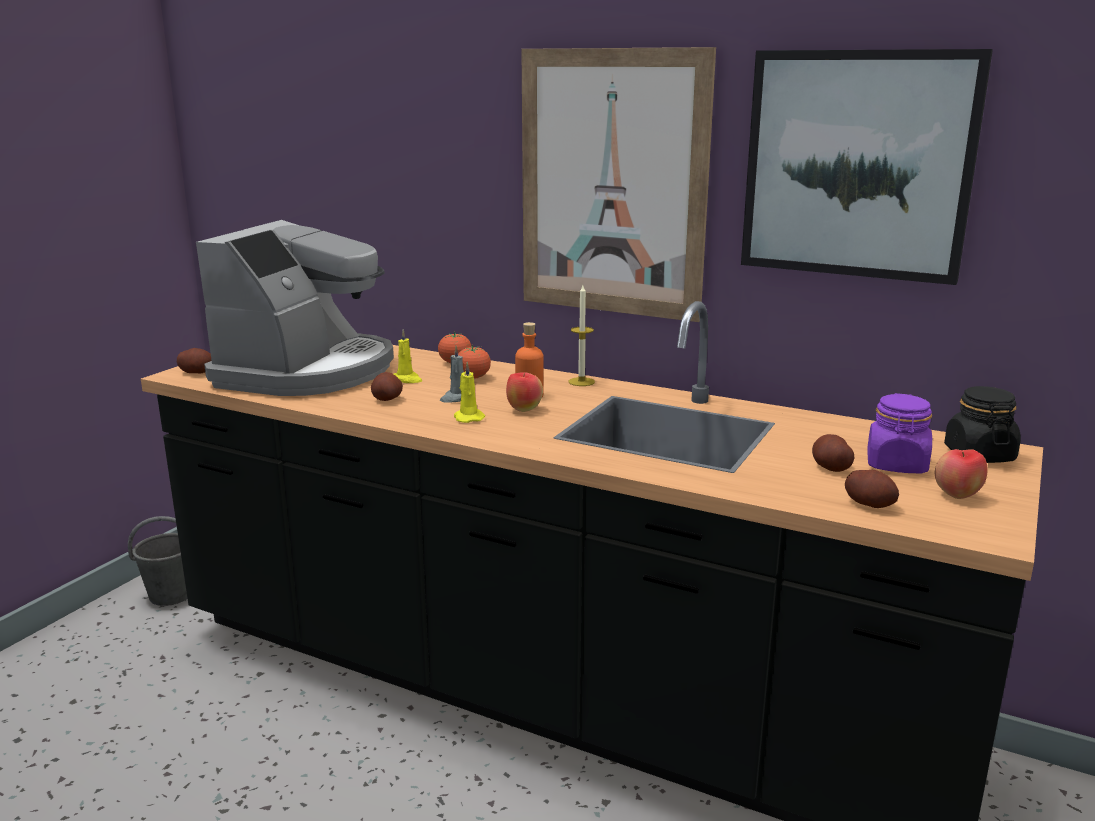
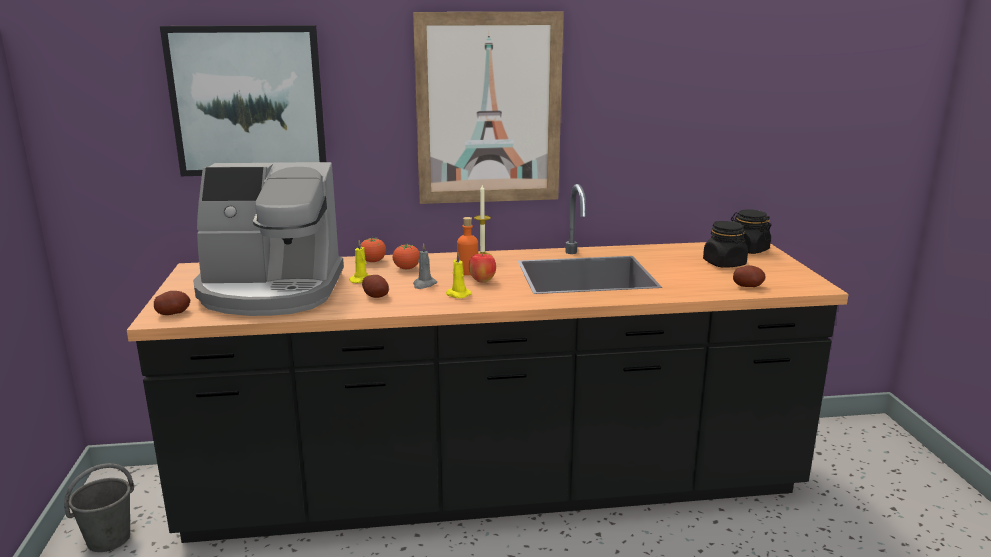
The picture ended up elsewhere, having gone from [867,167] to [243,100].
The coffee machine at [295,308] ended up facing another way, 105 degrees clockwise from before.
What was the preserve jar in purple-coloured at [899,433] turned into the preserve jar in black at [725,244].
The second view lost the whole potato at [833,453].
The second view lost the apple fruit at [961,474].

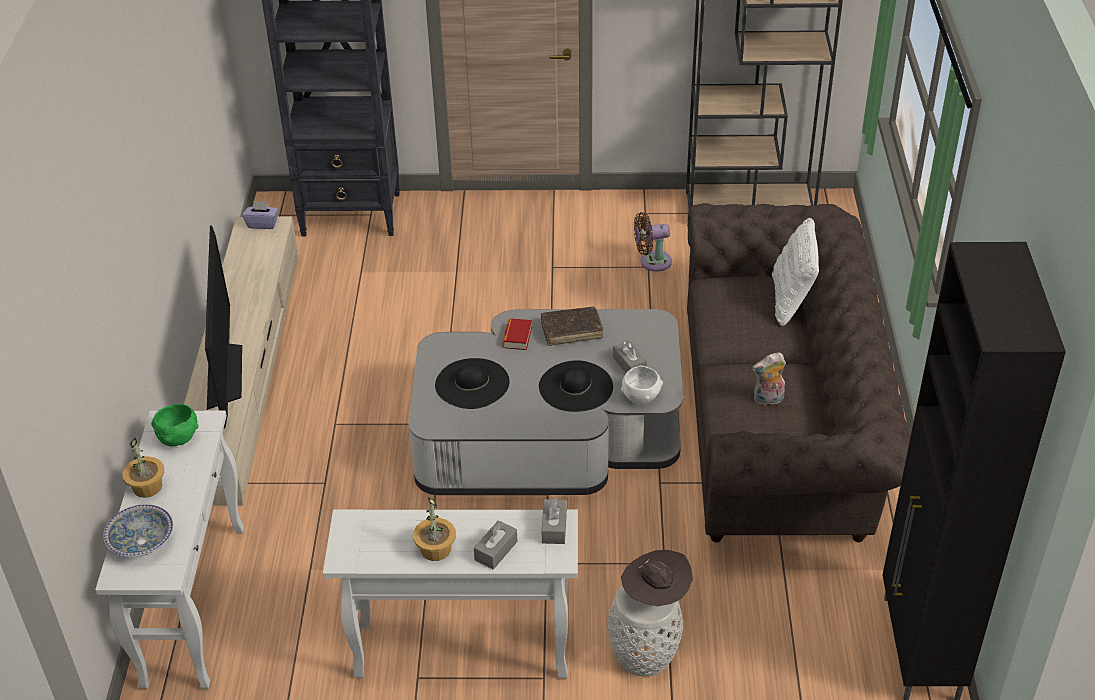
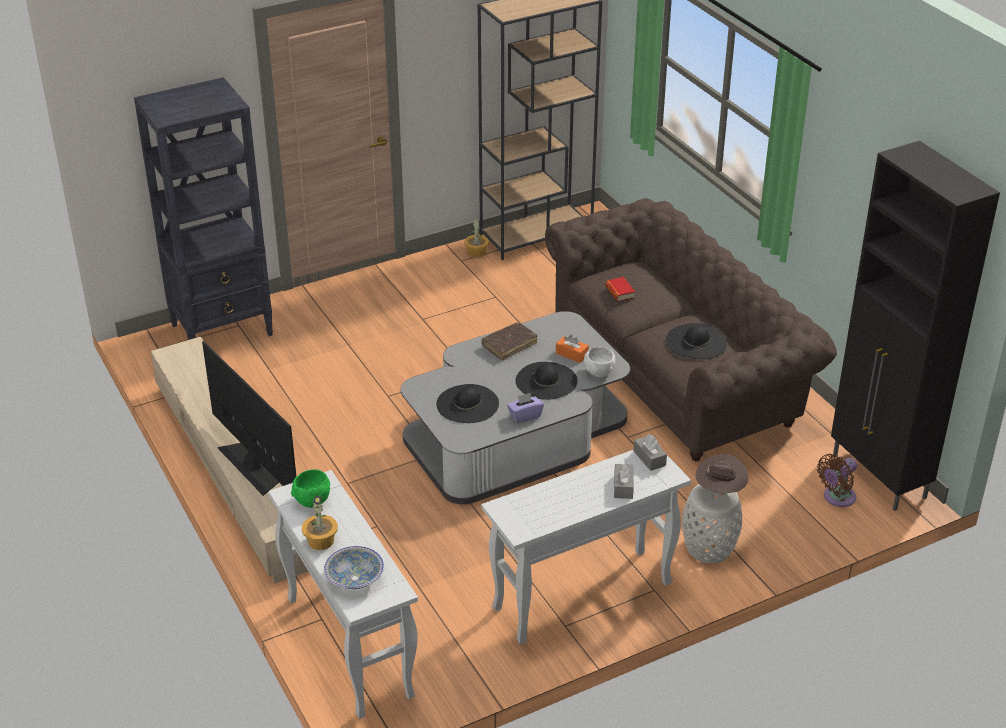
The tissue holder in purple-coloured ended up elsewhere, having gone from [260,215] to [525,408].
The fan in brownish ended up elsewhere, having gone from [653,242] to [837,480].
The second view lost the throw pillow in white at [795,272].
The book ended up elsewhere, having gone from [517,334] to [620,289].
What was the tissue holder in greyish at [630,356] turned into the tissue holder in orangey at [572,349].
Where the plush toy stood at [769,379], the clothing hat in black came to stand at [696,341].
The houseplant ended up elsewhere, having gone from [434,529] to [476,238].

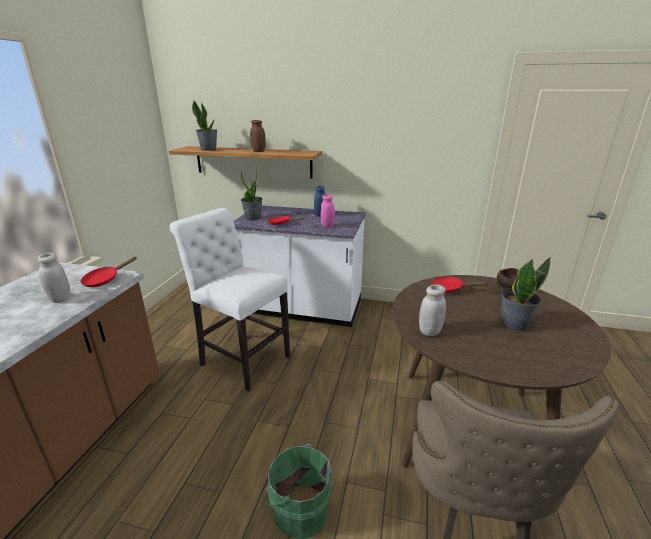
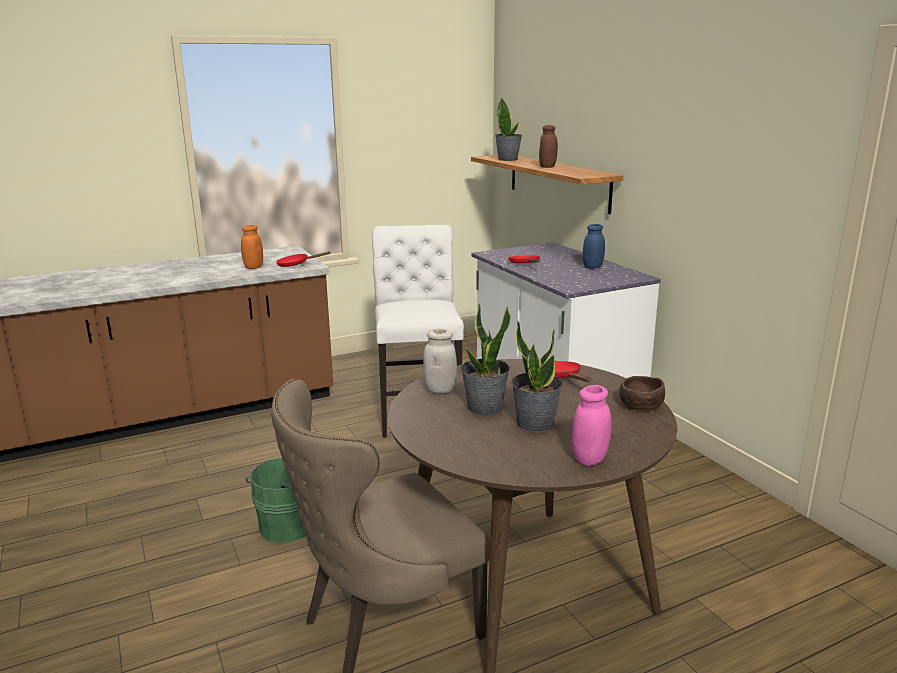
The houseplant ended up elsewhere, having gone from [252,194] to [486,359].
The preserve jar in pink ended up elsewhere, having gone from [328,211] to [591,425].
What was the preserve jar in white at [54,278] turned into the preserve jar in orangey at [252,247].

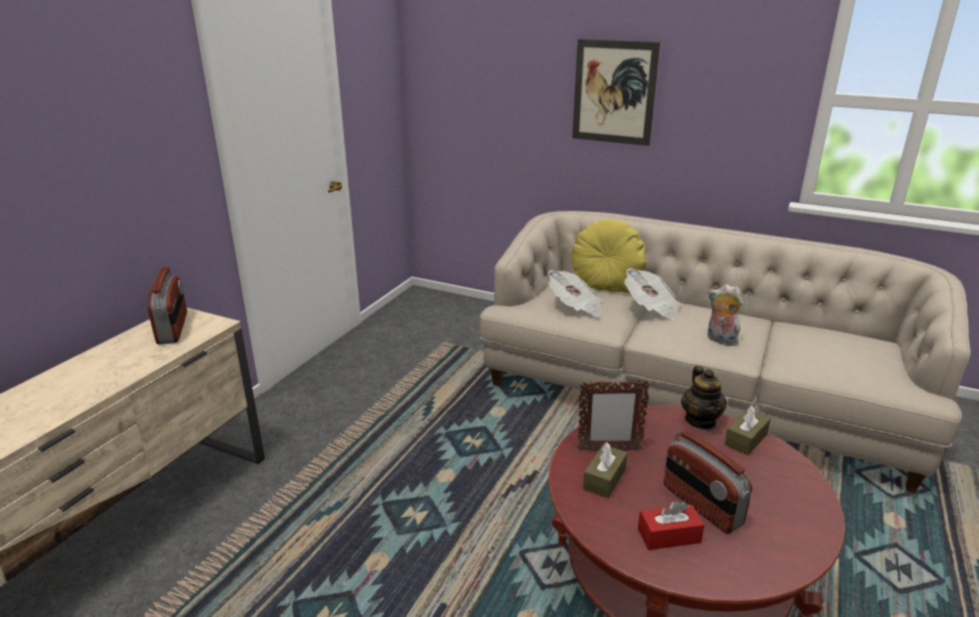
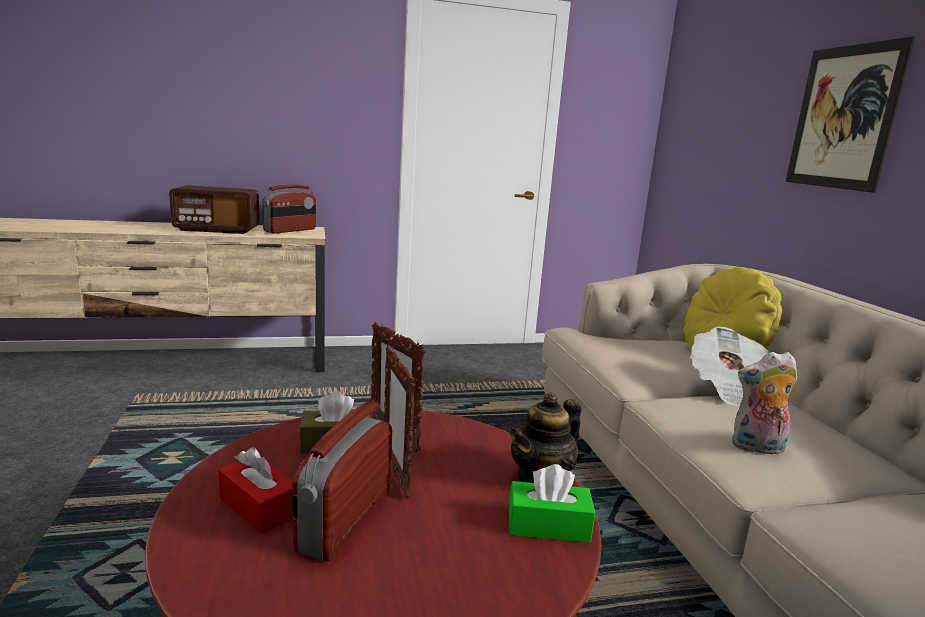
The second view lost the daily paper at [575,293].
The plush toy at [725,315] ended up facing another way, 90 degrees counterclockwise from before.
What was the tissue holder in brownish at [747,430] turned into the tissue holder in green at [552,503].
The second view gained the radio set at [214,209].
The second view gained the standing frame at [400,422].

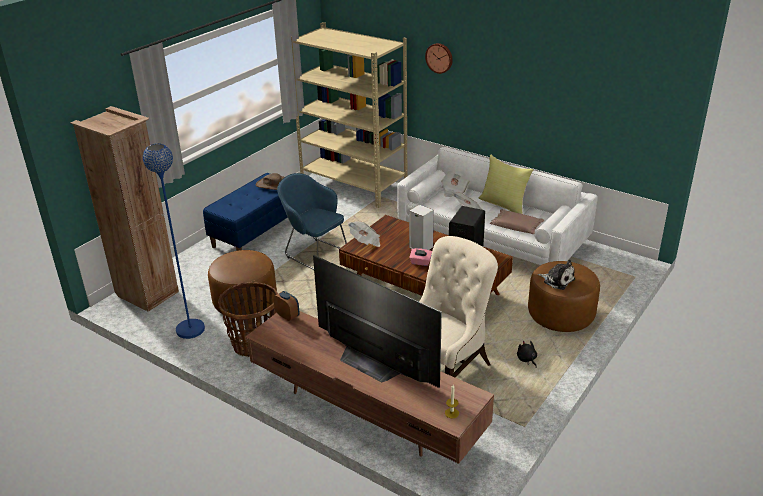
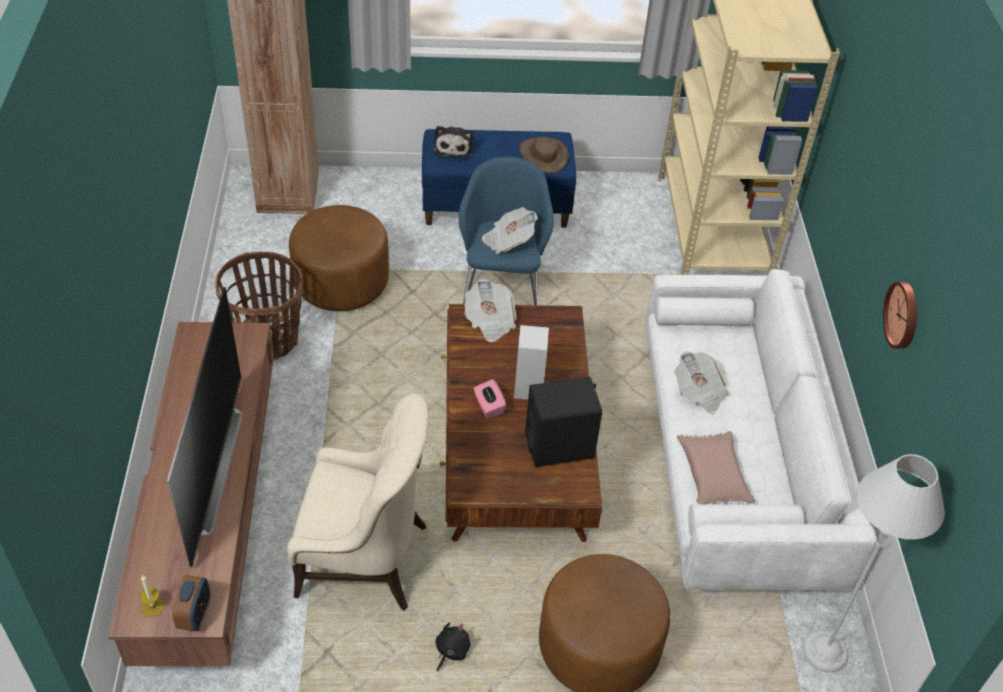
The hanging clock ended up elsewhere, having gone from [439,58] to [900,315].
The second view lost the floor lamp in blue at [174,241].
The second view lost the throw pillow in yellow at [506,184].
The daily paper ended up elsewhere, having gone from [456,184] to [510,230].
The plush toy ended up elsewhere, having gone from [556,275] to [453,142].
The alarm clock ended up elsewhere, having gone from [286,306] to [191,603].
The second view gained the floor lamp in greyish at [873,563].

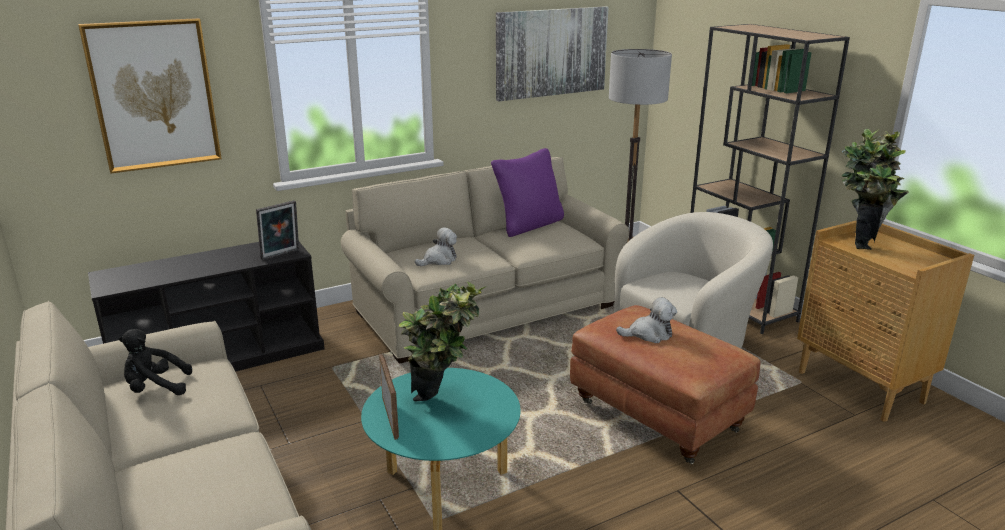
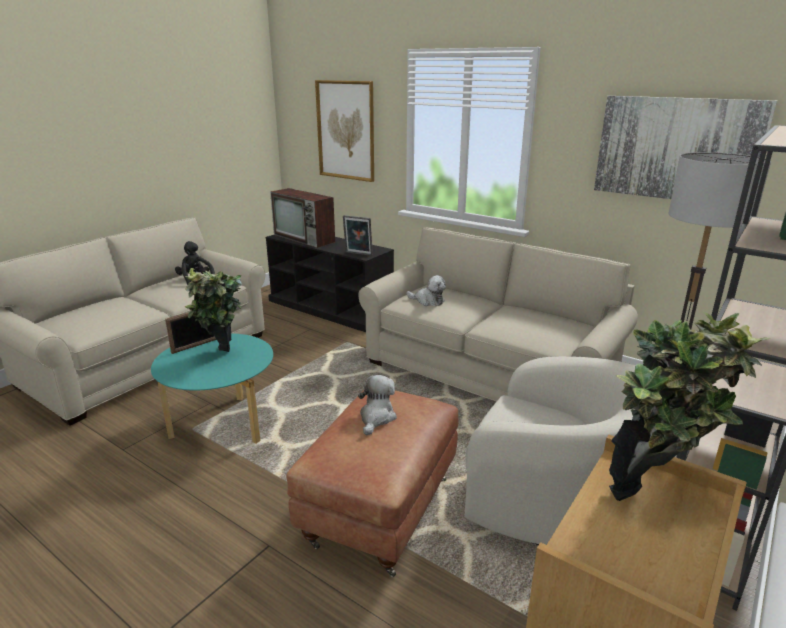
The second view lost the throw pillow in purple-coloured at [527,192].
The plush toy at [646,320] ended up facing another way, 135 degrees counterclockwise from before.
The second view gained the TV at [302,218].

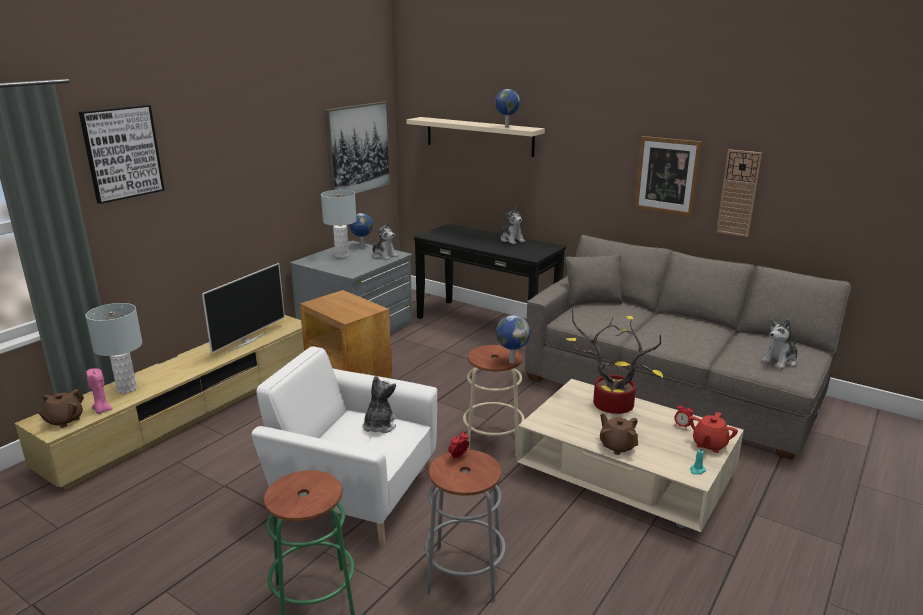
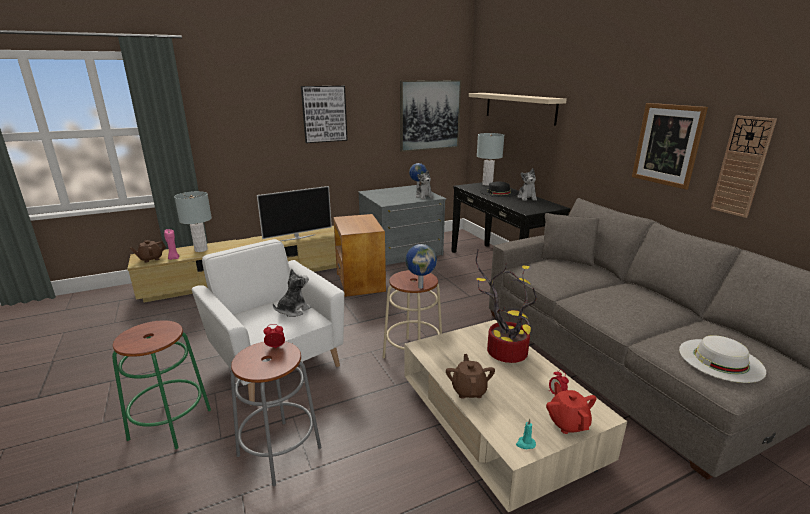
The second view lost the globe at [507,108].
The picture ended up elsewhere, having gone from [121,154] to [324,114].
The table lamp in greyish ended up elsewhere, having gone from [339,224] to [490,159].
Where the plush toy stood at [779,344], the clothing hat in white came to stand at [722,359].
The teapot in red-coloured at [713,432] ended up facing another way, 105 degrees clockwise from before.
The second view gained the clothing hat in black at [499,189].

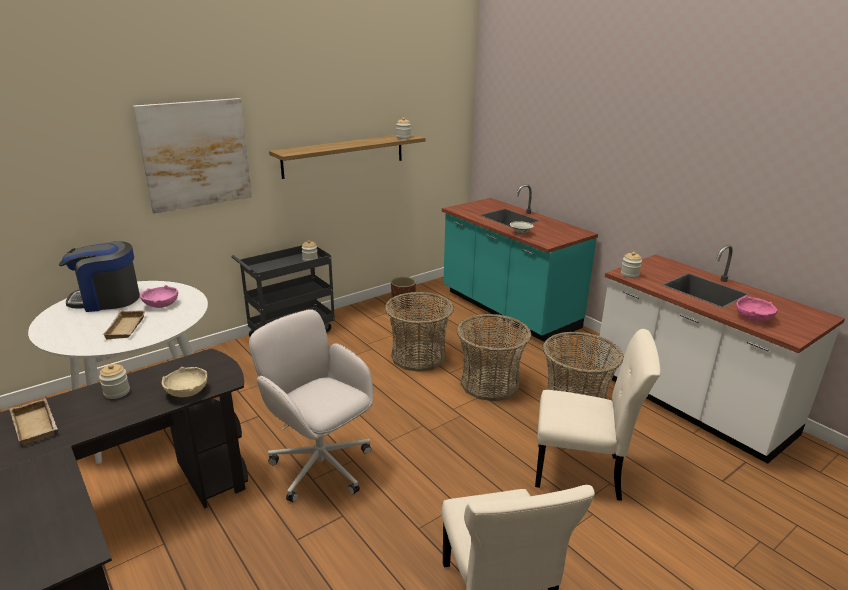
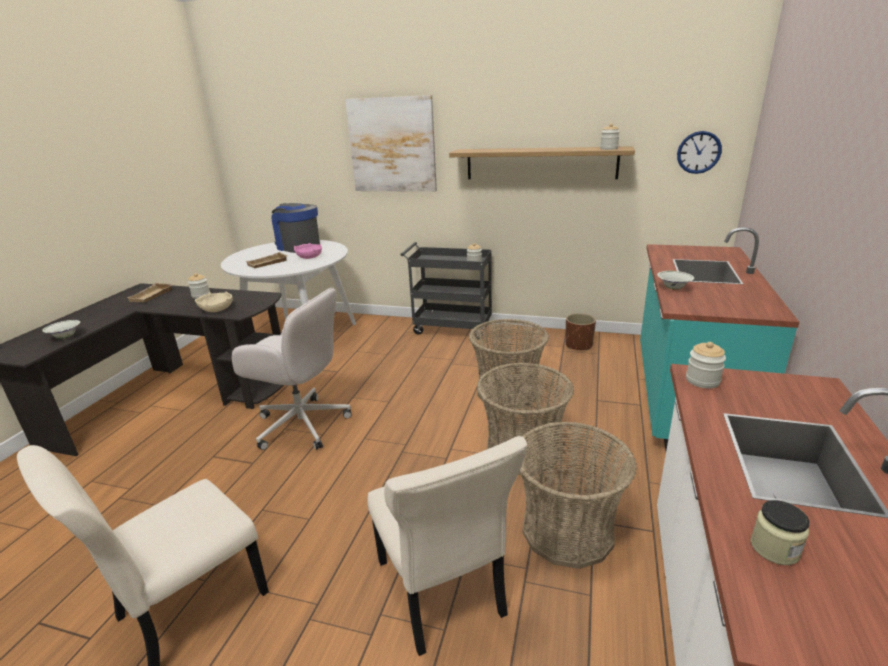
Where the deep dish in pink stood at [756,309], the preserve jar came to stand at [780,532].
The computer chair in white at [311,405] ended up facing another way, 105 degrees clockwise from before.
The second view gained the hanging clock at [699,152].
The second view gained the deep dish in white at [61,329].

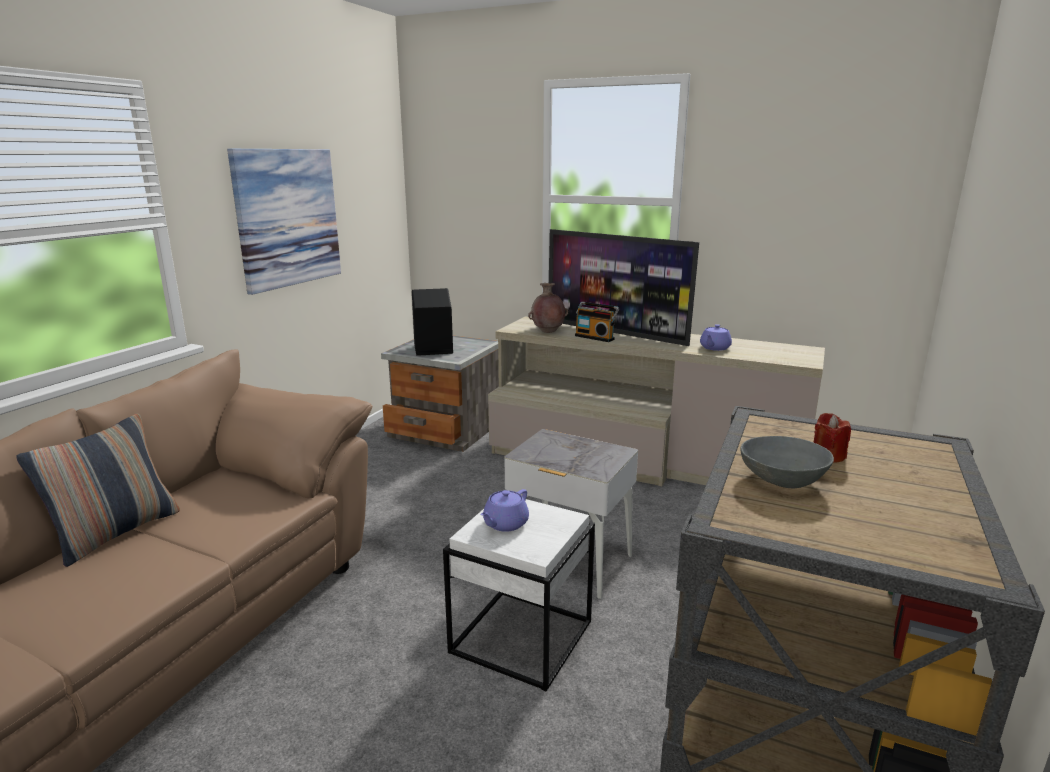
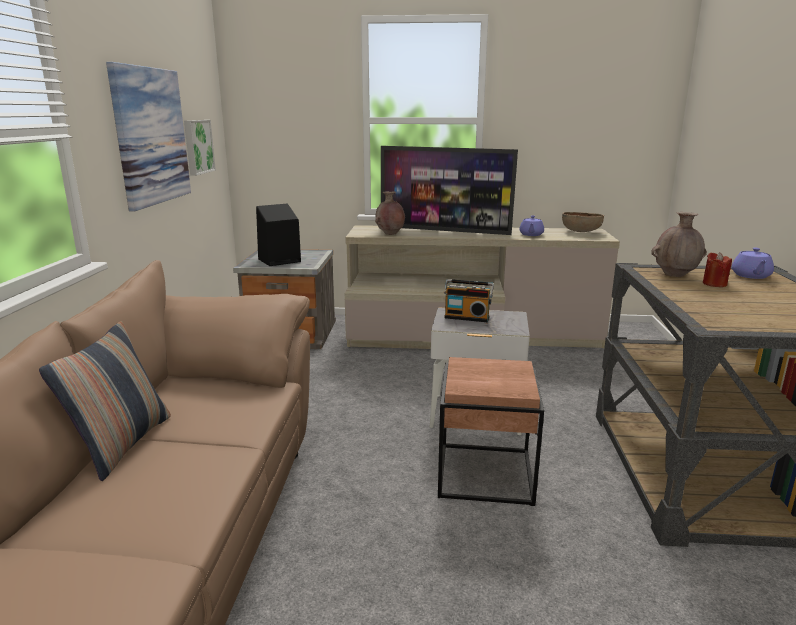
The radio set ended up elsewhere, having gone from [597,321] to [469,300].
The second view lost the deep dish in greyish at [787,462].
The teapot in purple-coloured ended up elsewhere, having gone from [505,510] to [753,263].
What was the accent table in white at [519,595] turned into the accent table in brownish at [491,431].
The second view gained the picture at [200,148].
The second view gained the deep dish in brownish at [583,222].
The second view gained the decorative vase in brownish at [679,244].

